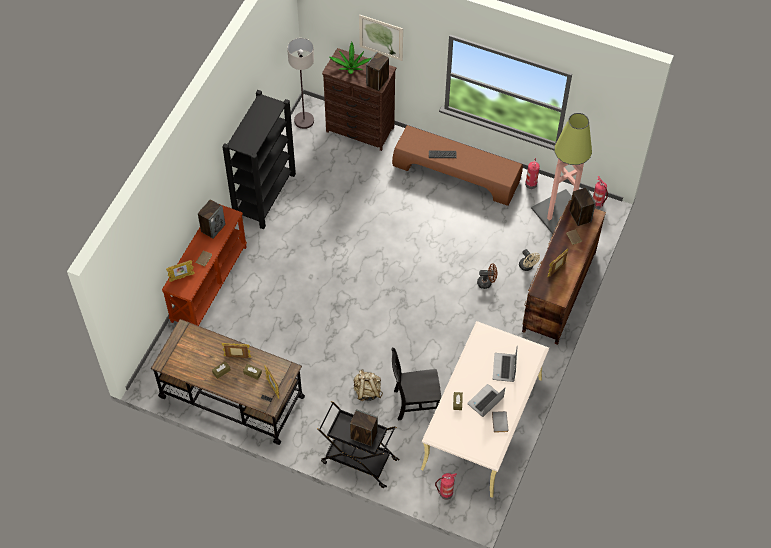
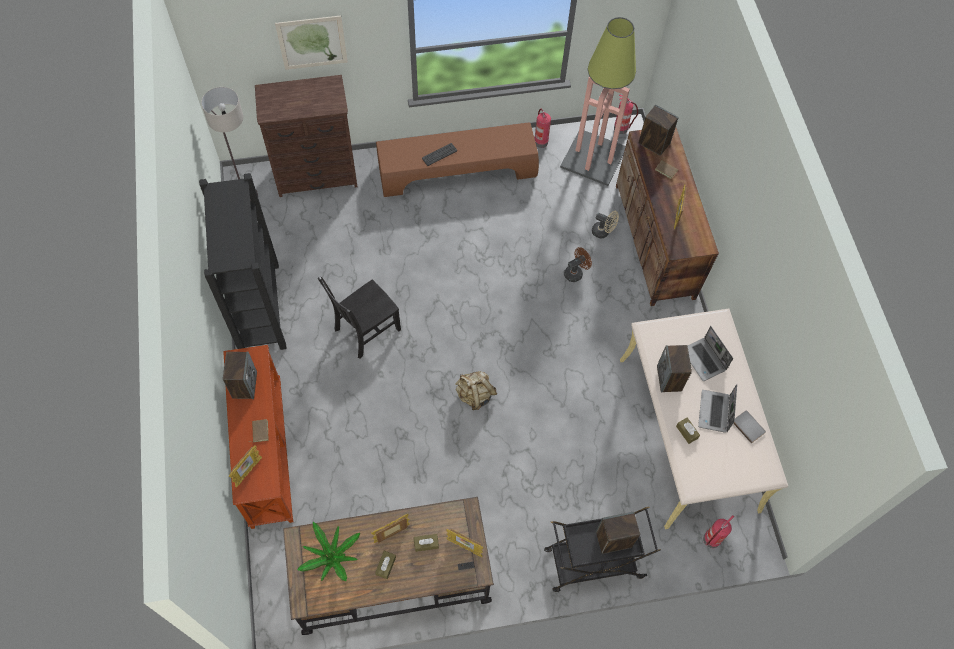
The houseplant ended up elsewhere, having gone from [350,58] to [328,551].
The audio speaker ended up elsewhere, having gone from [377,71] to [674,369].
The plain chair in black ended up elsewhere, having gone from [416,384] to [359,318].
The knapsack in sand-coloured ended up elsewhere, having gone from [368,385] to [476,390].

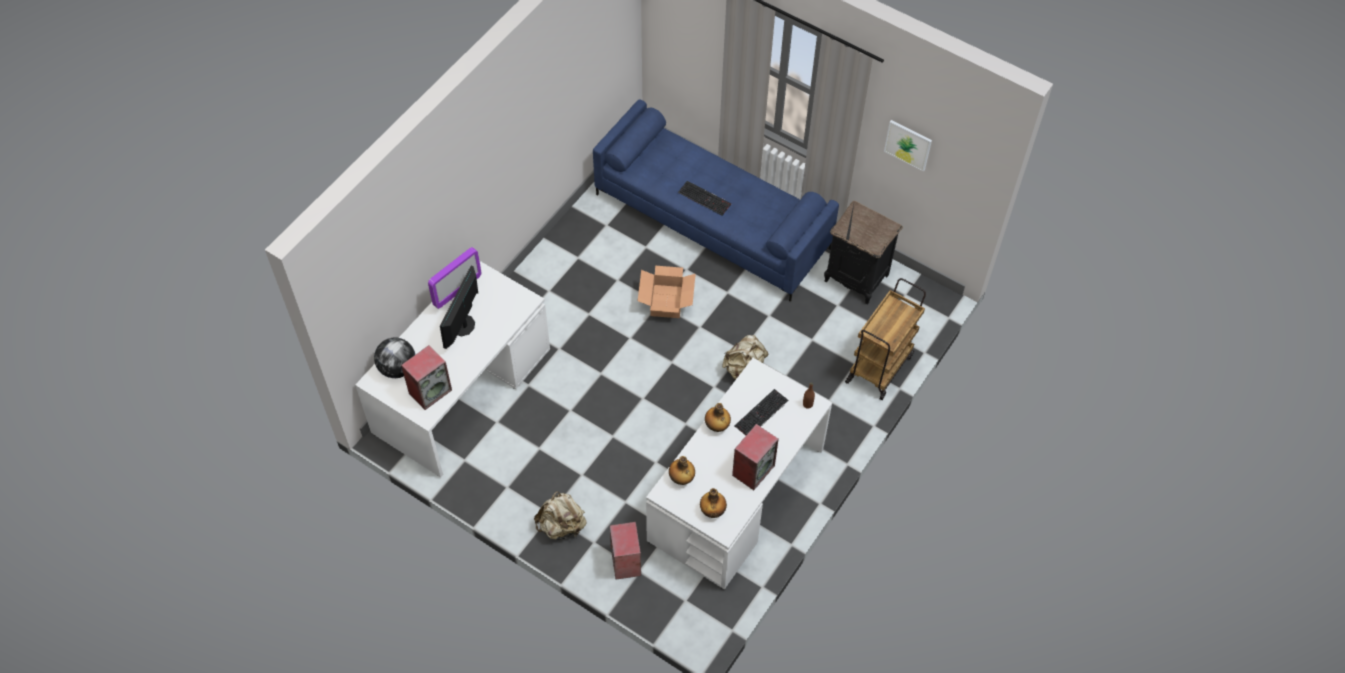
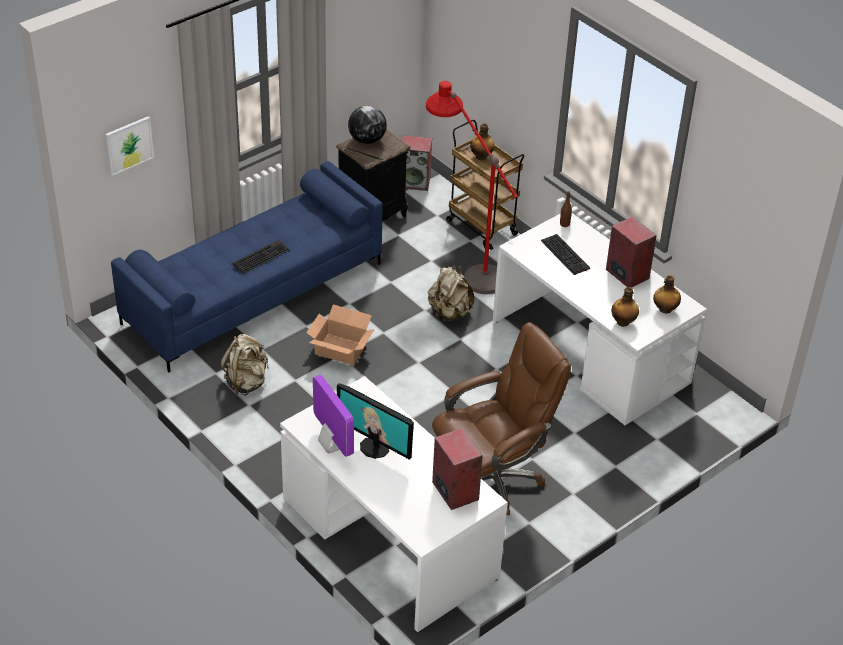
The picture ended up elsewhere, having gone from [908,146] to [129,146].
The globe ended up elsewhere, having gone from [394,357] to [367,124].
The drink bottle ended up elsewhere, having gone from [718,417] to [482,141].
The knapsack in sand-coloured ended up elsewhere, having gone from [560,515] to [244,364].
The audio speaker ended up elsewhere, having gone from [625,551] to [416,163].
The second view gained the floor lamp in red-coloured at [472,187].
The second view gained the computer chair in brownish at [501,418].

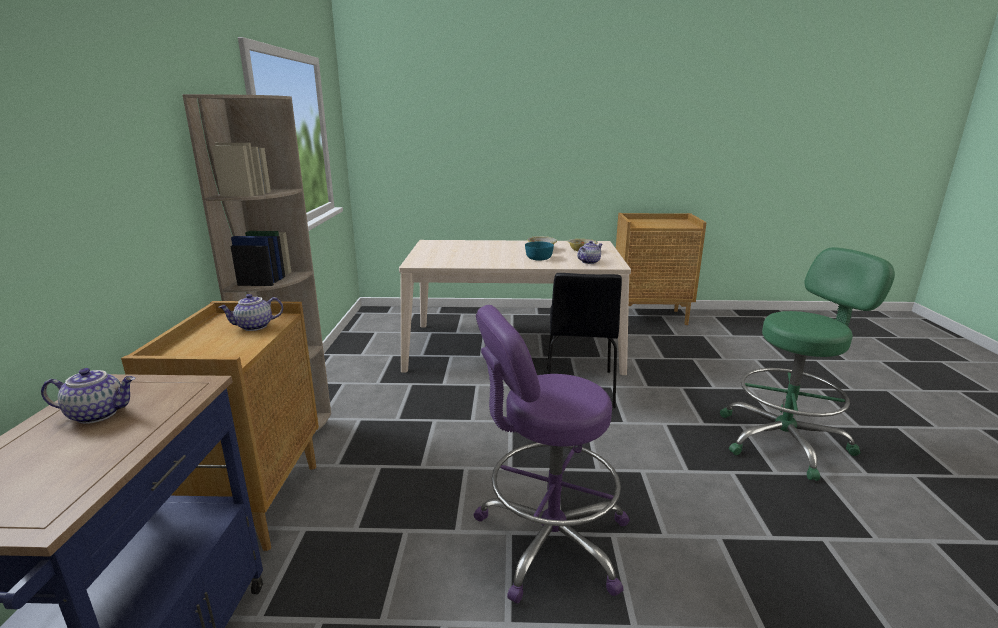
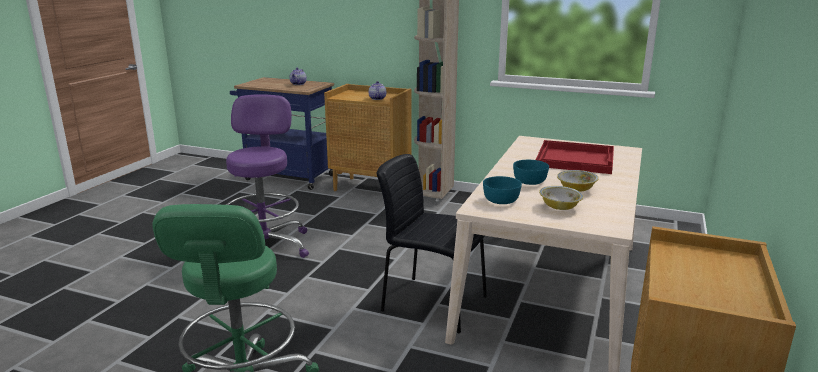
Where the teapot stood at [589,252], the deep dish in turquoise came to stand at [502,190].
The second view gained the tray in red-coloured at [575,157].

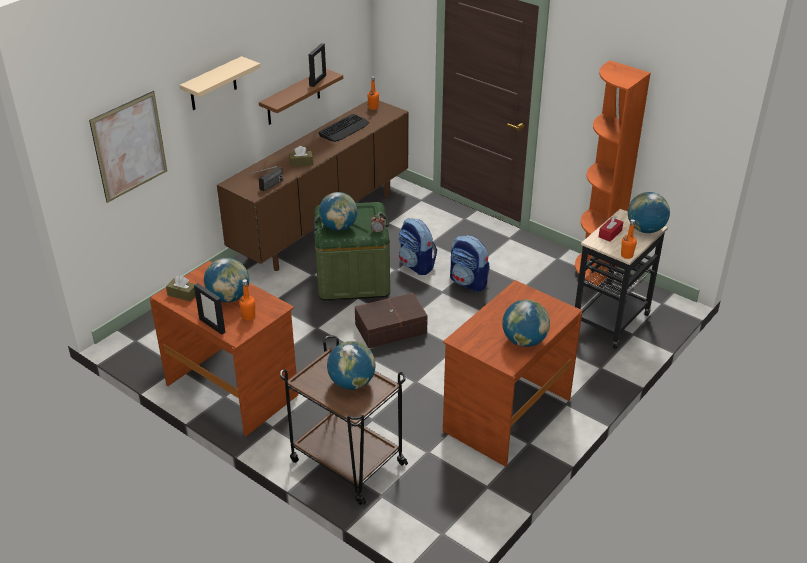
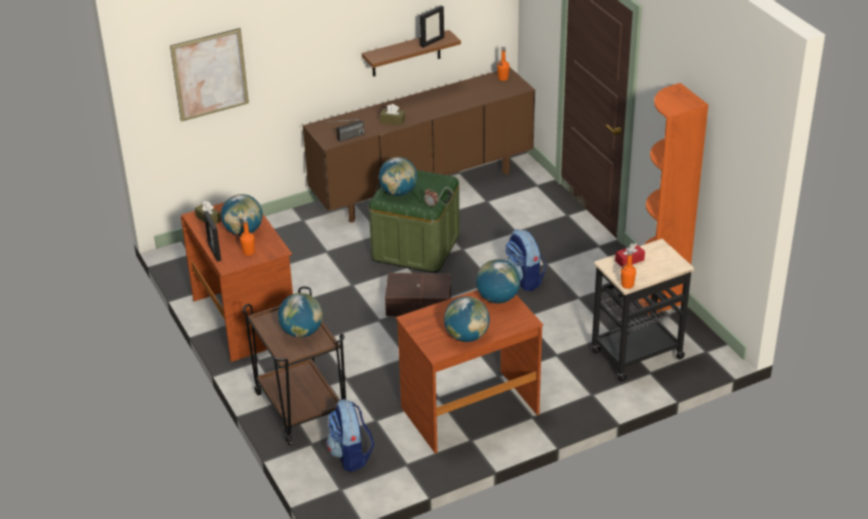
The second view lost the wall shelf in sand-coloured at [220,83].
The second view lost the computer keyboard at [343,128].
The globe ended up elsewhere, having gone from [649,212] to [498,281].
The knapsack ended up elsewhere, having gone from [418,246] to [350,435].

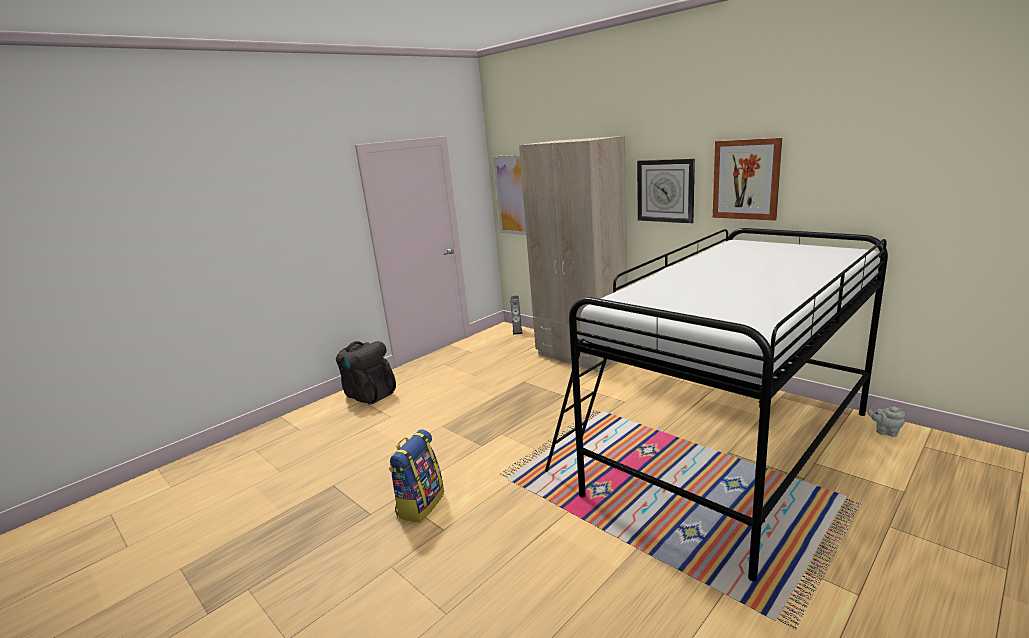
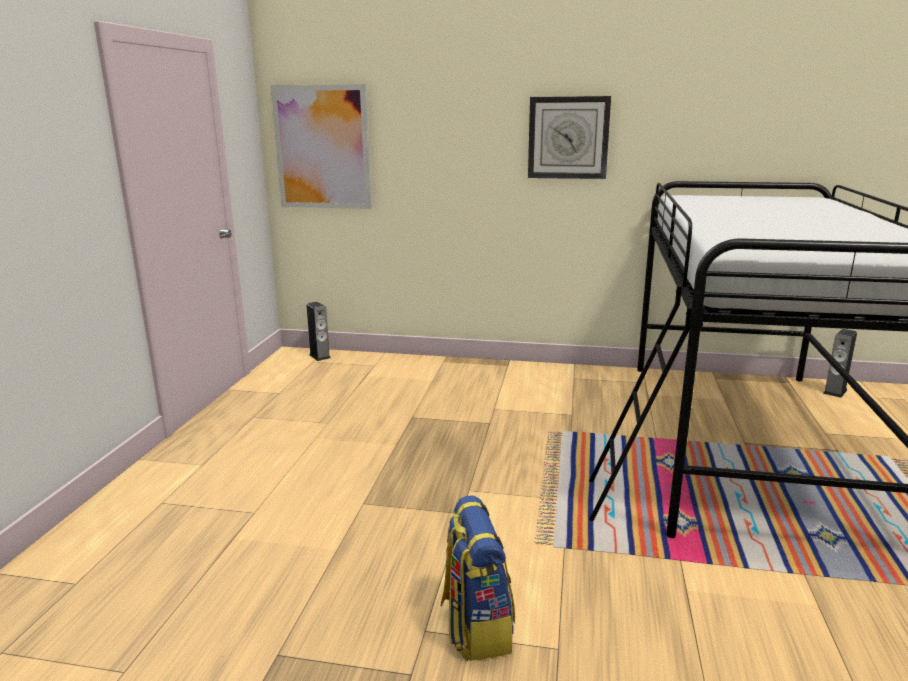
The second view lost the clothes cupboard in sand-coloured at [573,254].
The second view lost the picture at [747,179].
The second view lost the knapsack in black at [366,373].
Where the teapot in greyish stood at [886,421], the audio speaker came to stand at [840,363].

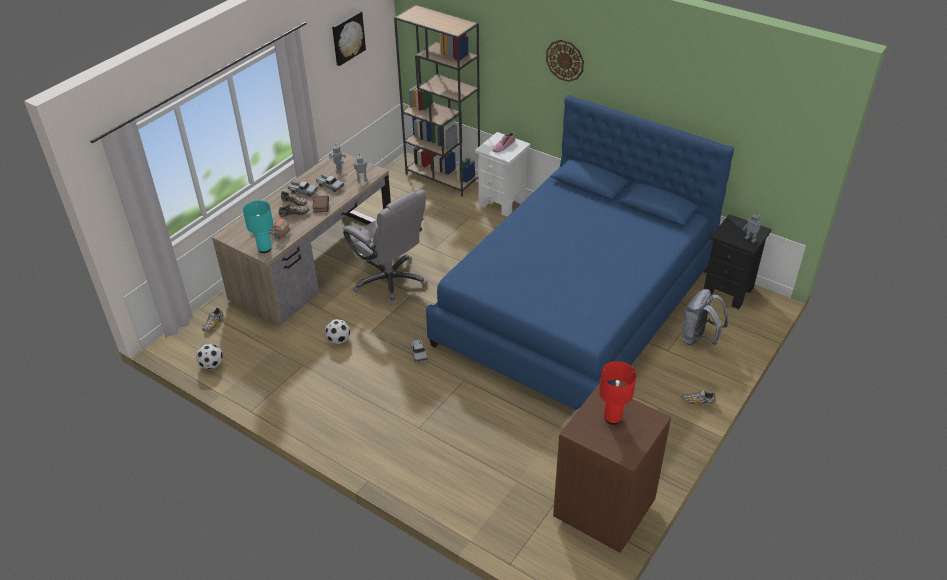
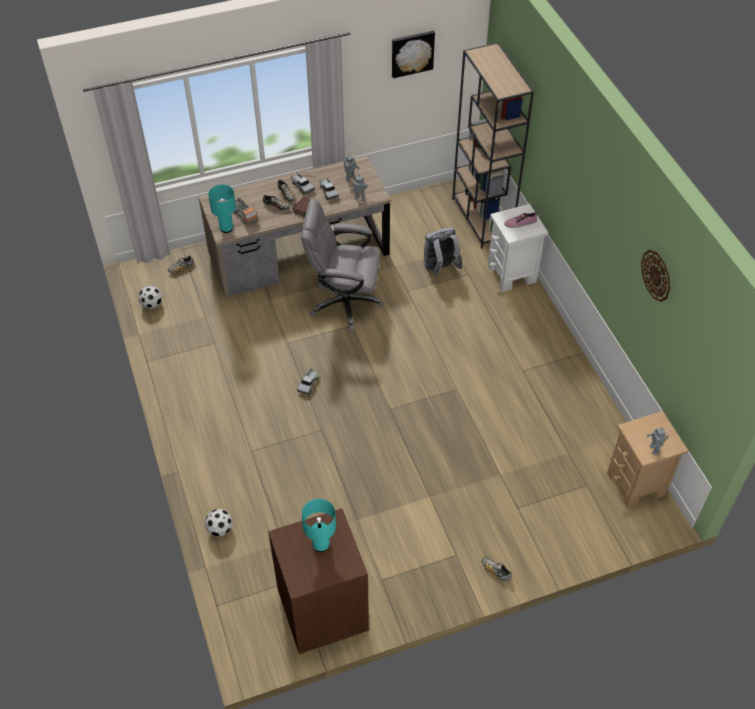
The hanging clock ended up elsewhere, having gone from [565,61] to [655,275].
The second view lost the bed in blue at [580,252].
The computer chair in greyish at [385,247] ended up facing another way, 105 degrees clockwise from before.
What was the nightstand in black at [738,261] turned into the nightstand in sand-coloured at [647,459].
The knapsack in greyish ended up elsewhere, having gone from [704,317] to [443,251].
The football ended up elsewhere, having gone from [337,331] to [219,522].
What was the table lamp in red-coloured at [617,393] turned into the table lamp in turquoise at [319,525].

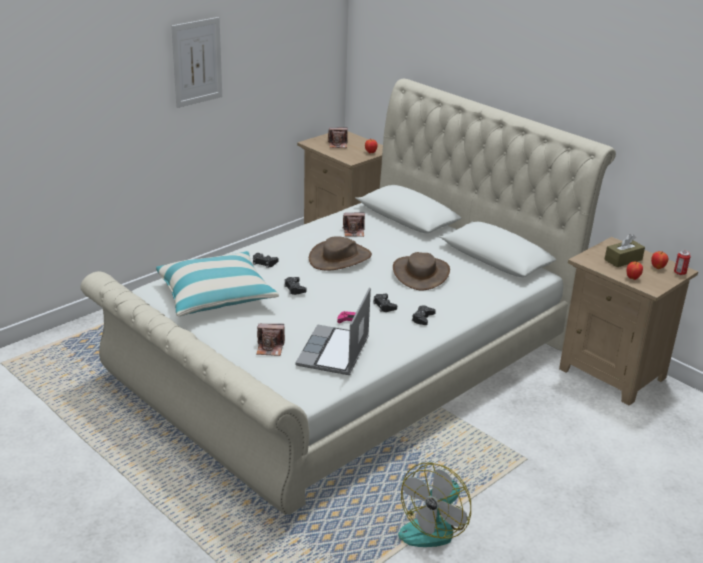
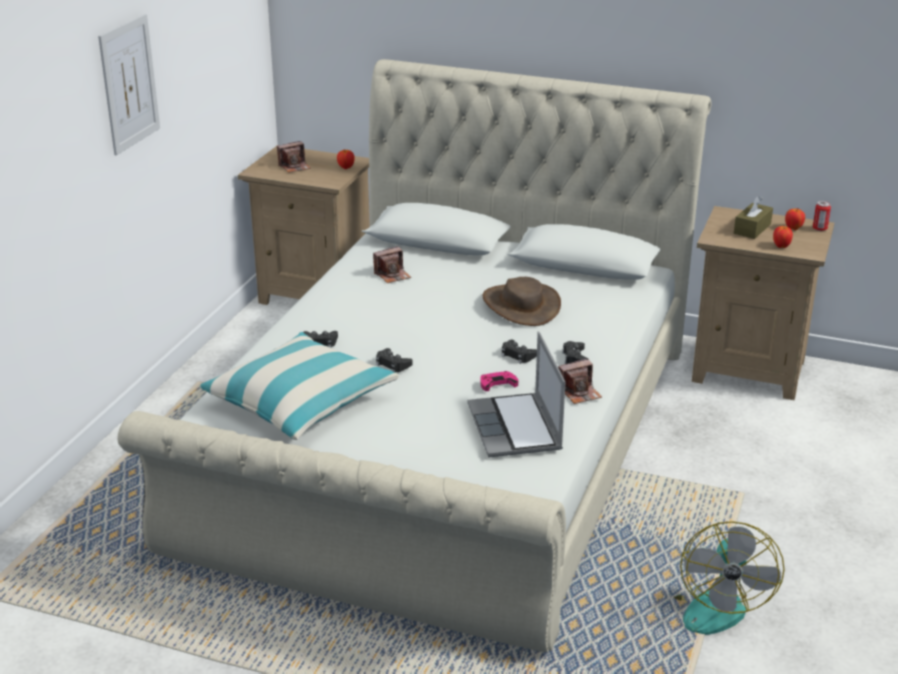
The second view lost the clothing hat in brownish at [340,253].
The photo camera ended up elsewhere, having gone from [270,340] to [580,381].

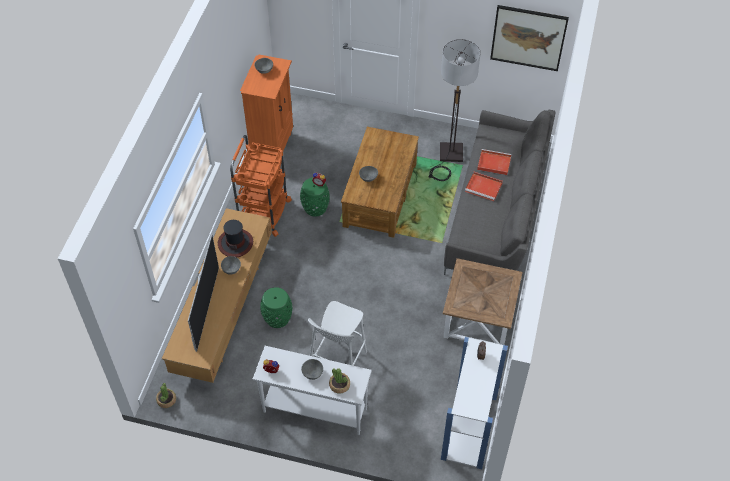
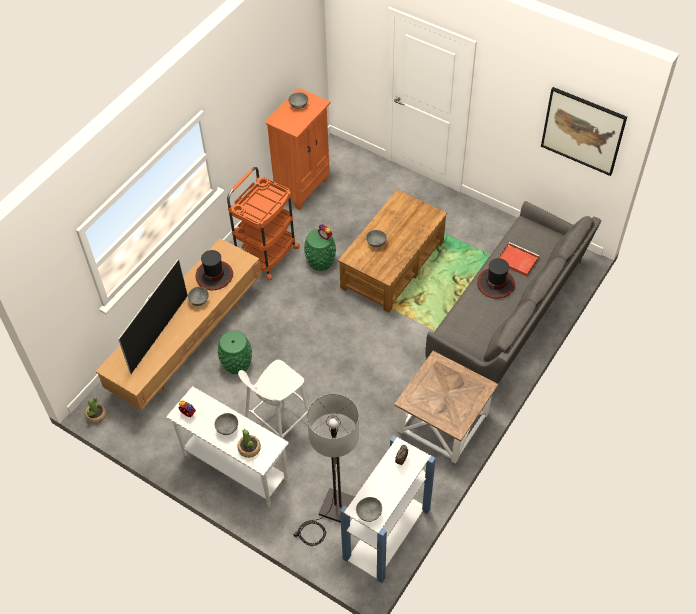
The floor lamp ended up elsewhere, having gone from [455,110] to [326,470].
Where the tray in red-coloured stood at [484,186], the clothing hat came to stand at [496,278].
The second view gained the deep dish in greyish at [369,509].

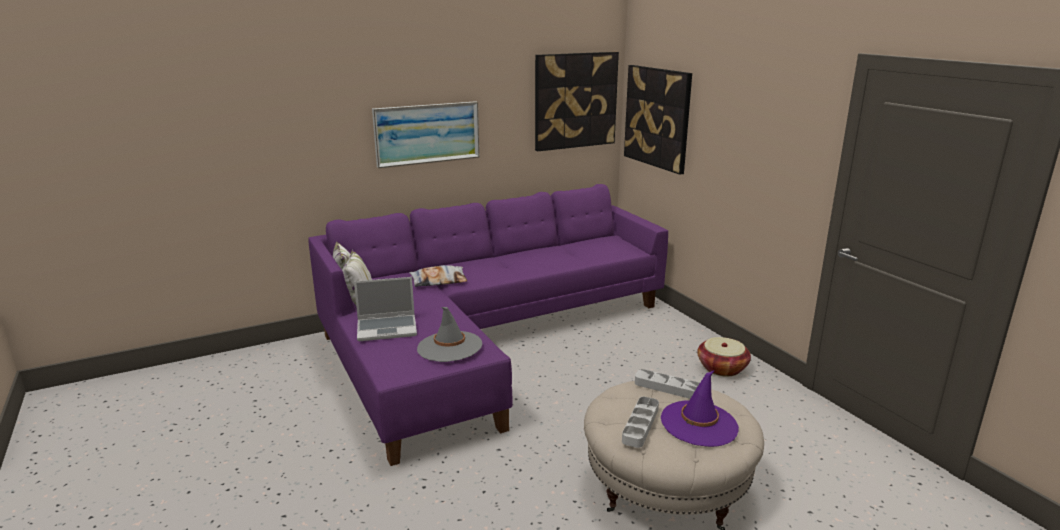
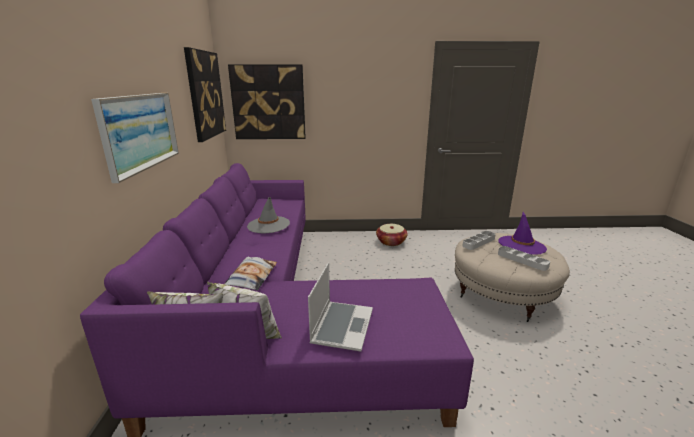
The clothing hat in greyish ended up elsewhere, having gone from [449,334] to [268,215].

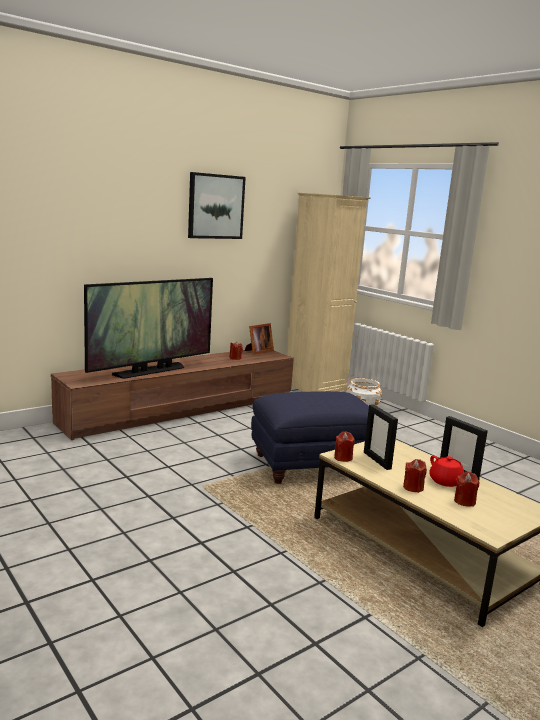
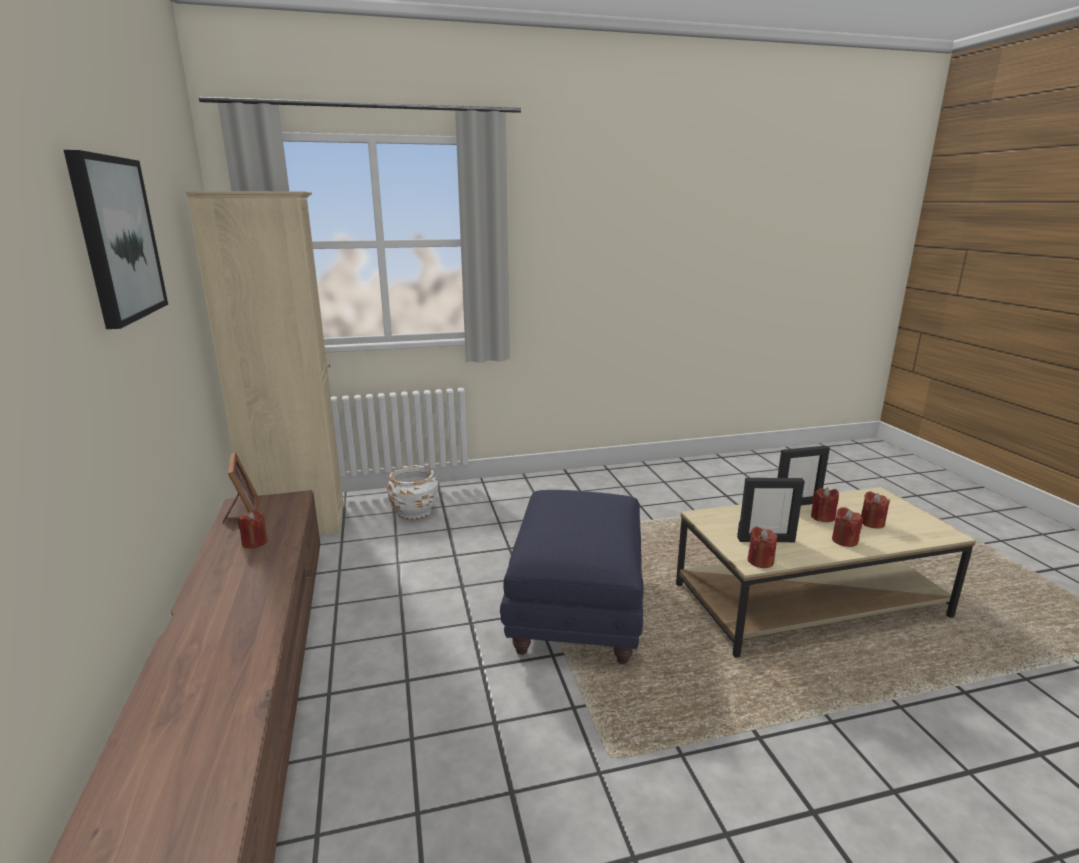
The second view lost the TV at [148,328].
Where the teapot in red-coloured stood at [446,471], the wax candle in red-coloured came to stand at [825,504].

